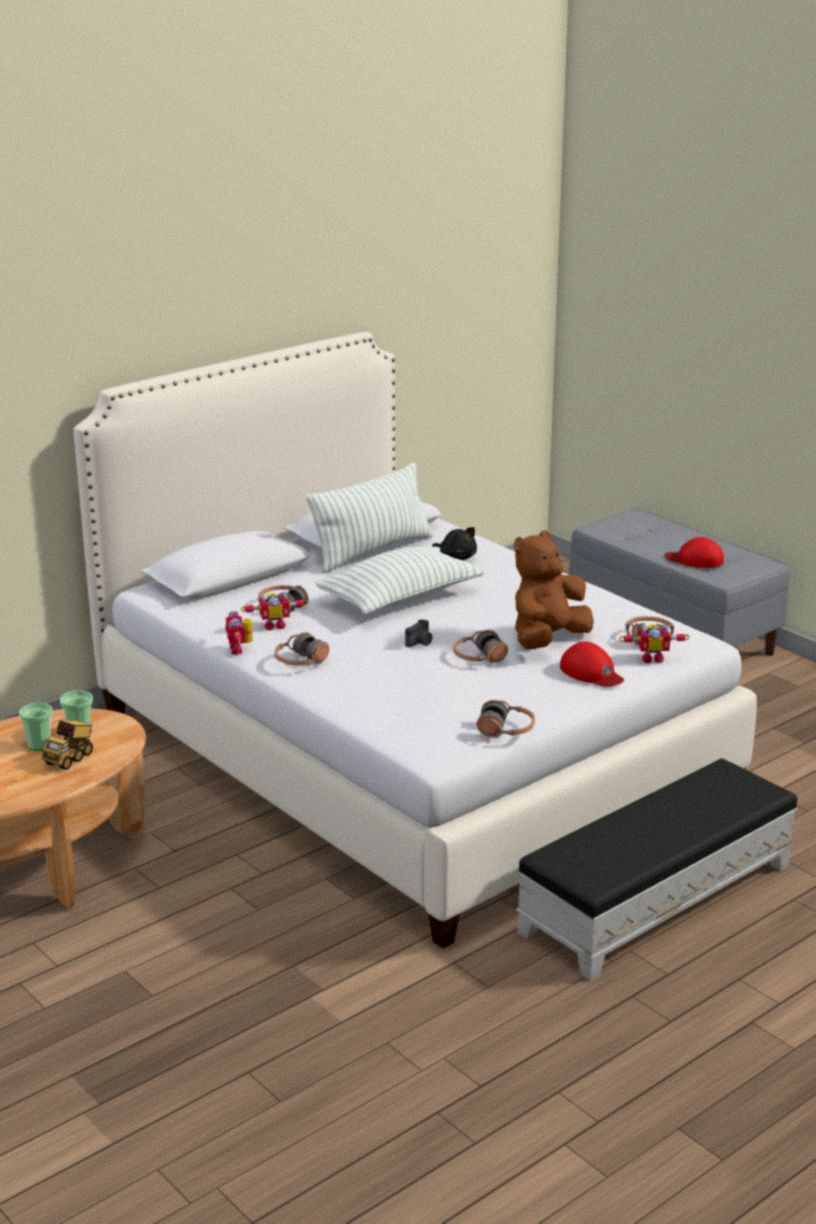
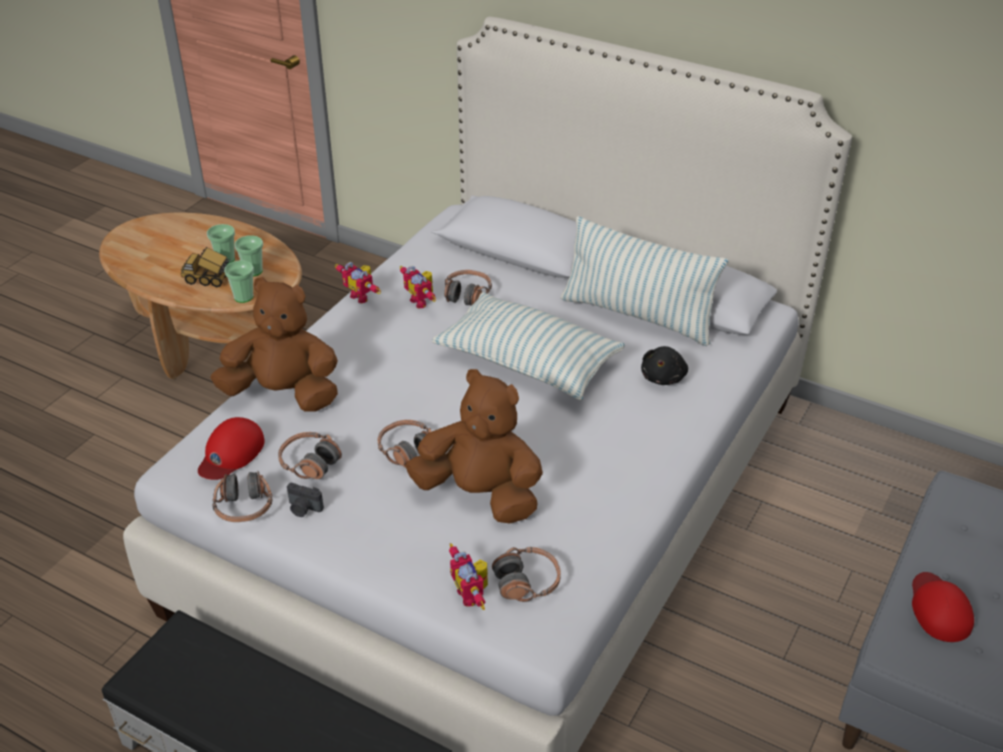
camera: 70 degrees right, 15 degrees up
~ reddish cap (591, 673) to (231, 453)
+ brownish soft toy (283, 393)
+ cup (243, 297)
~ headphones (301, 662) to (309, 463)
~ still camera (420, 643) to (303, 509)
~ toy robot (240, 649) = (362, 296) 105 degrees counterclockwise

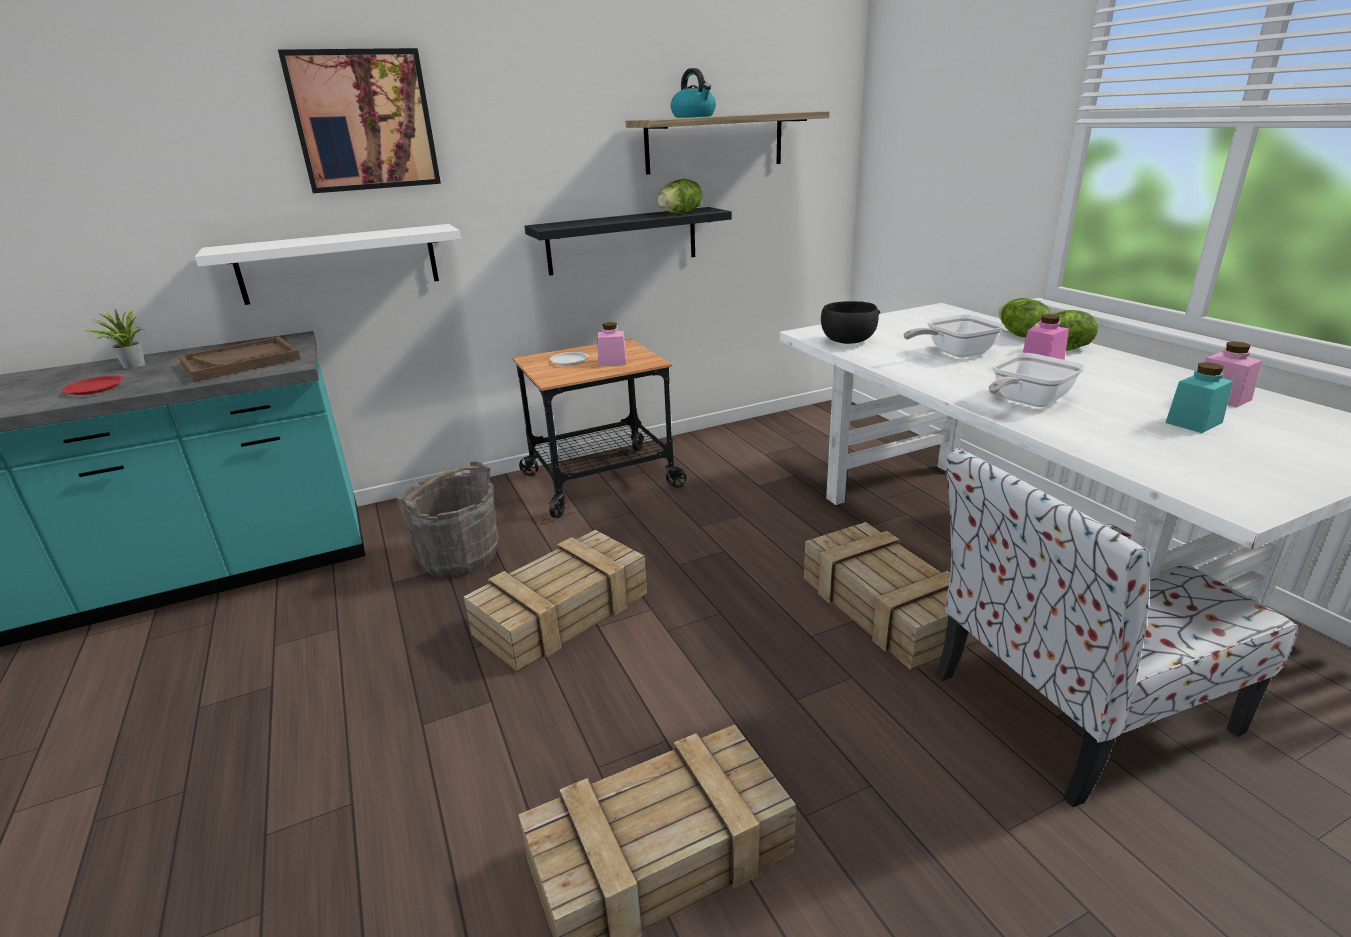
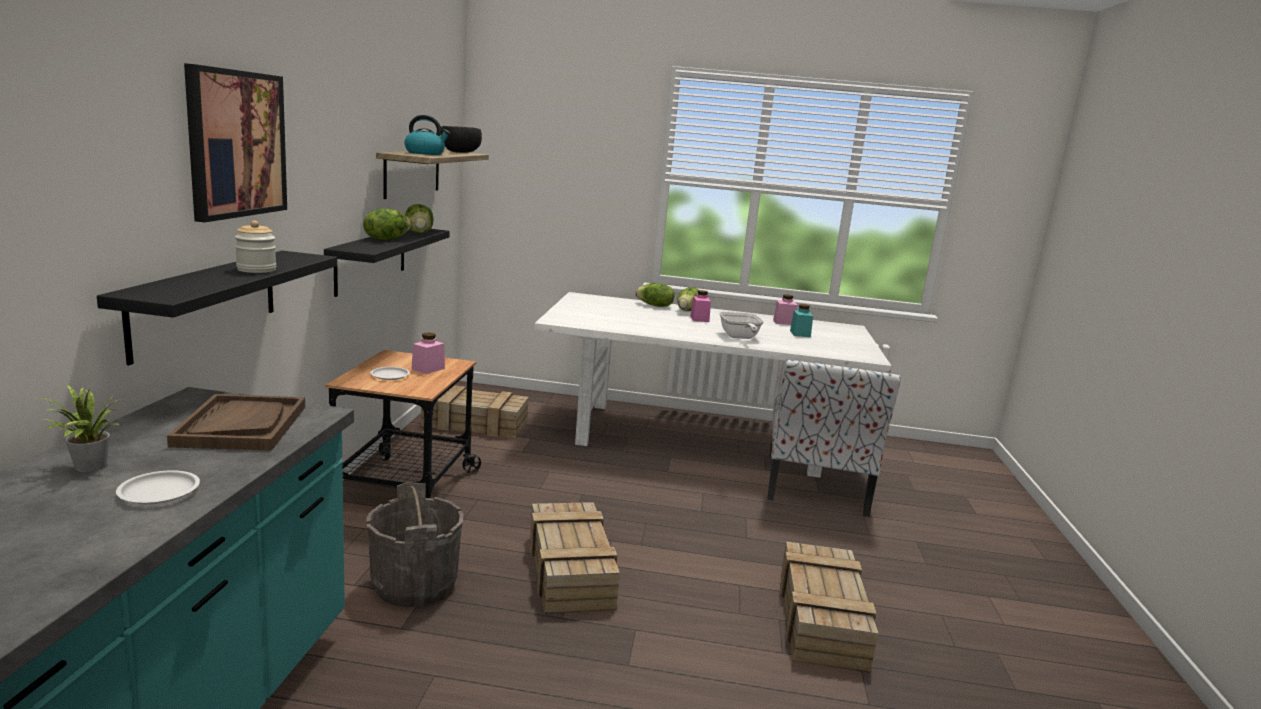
camera: 60 degrees left, 10 degrees down
~ whitish bracket shelf (339, 263) to black bracket shelf (206, 302)
~ reddish plate (95, 388) to whitish plate (158, 492)
+ preserve jar (256, 270)
+ head of lettuce (387, 239)
~ shipping crate (881, 606) to (473, 424)
~ black bowl (848, 341) to (461, 152)
- frying pan (954, 353)

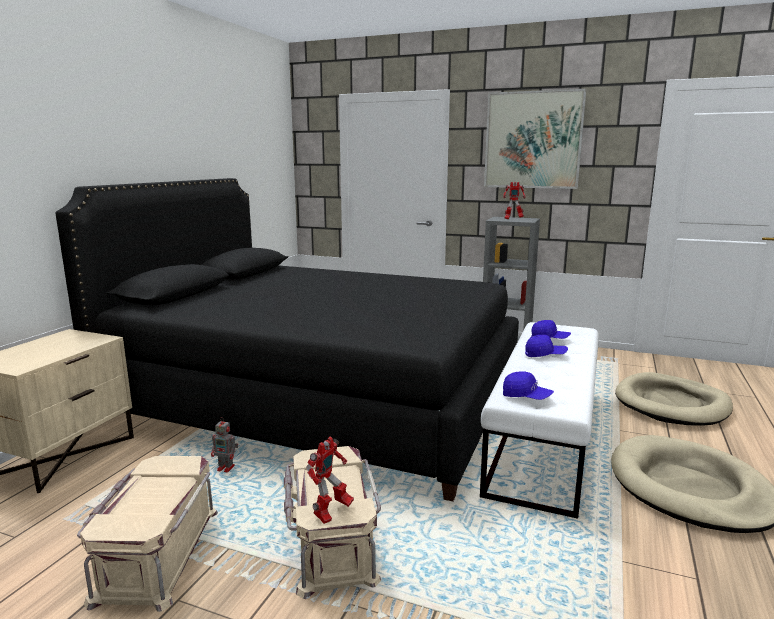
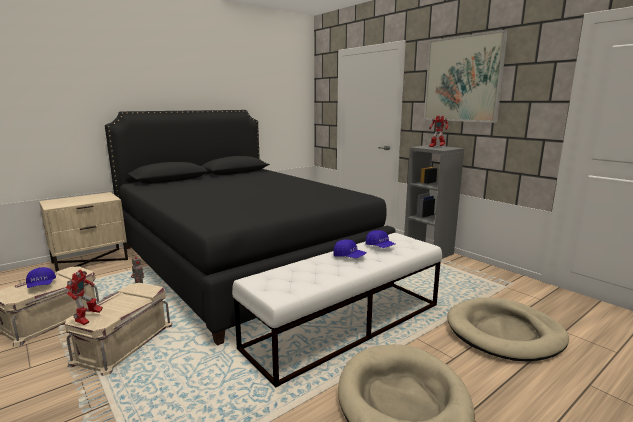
camera: 30 degrees right, 0 degrees up
~ blue-coloured cap (526, 397) to (41, 285)
~ toy robot (331, 513) = (88, 319) 60 degrees counterclockwise

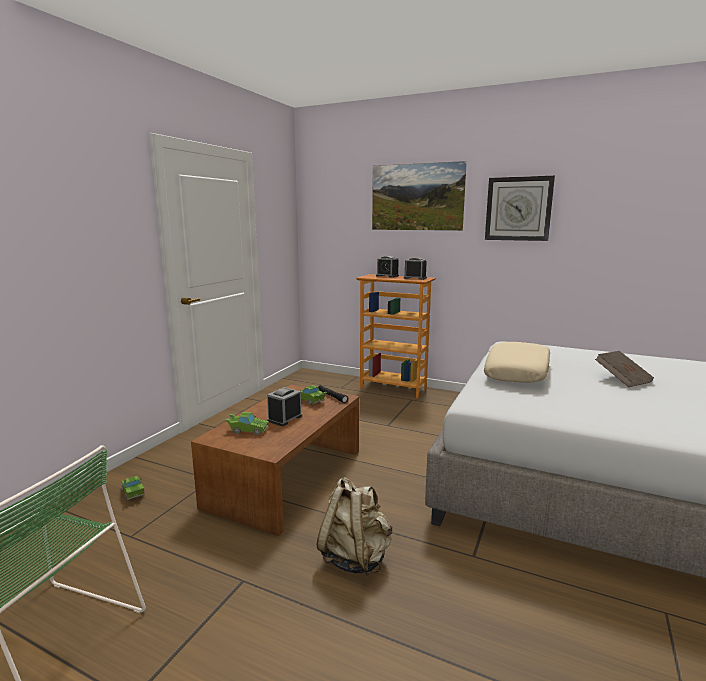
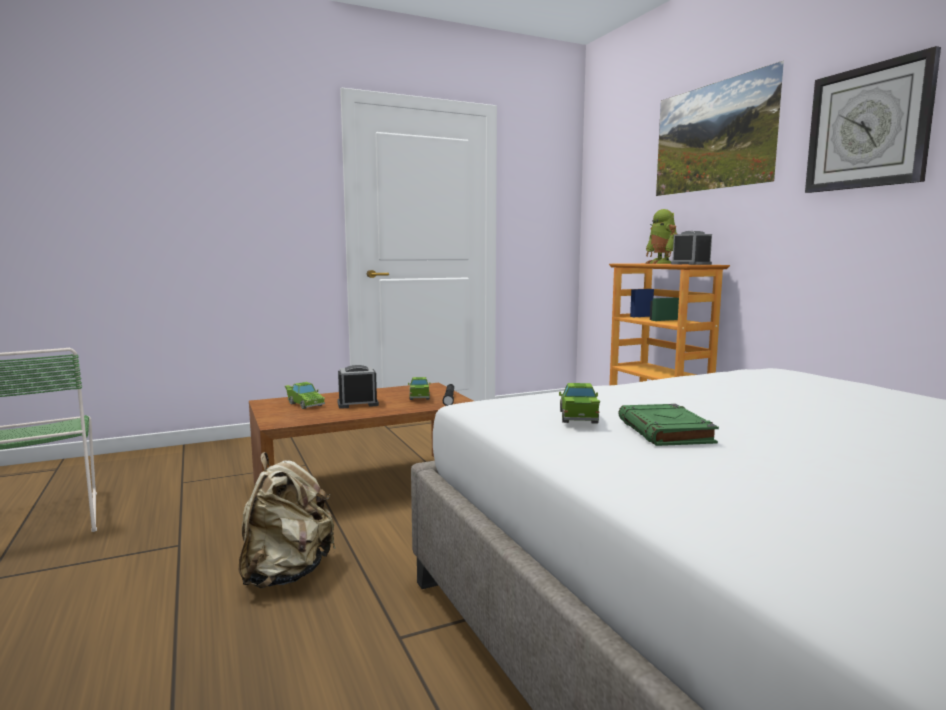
camera: 40 degrees right, 5 degrees down
~ green-coloured model car (133, 493) to (578, 418)
+ green-coloured volume (666, 432)
~ bedside clock (387, 276) to toy robot (661, 263)
- beige pillow (518, 372)
- brownish volume (622, 379)

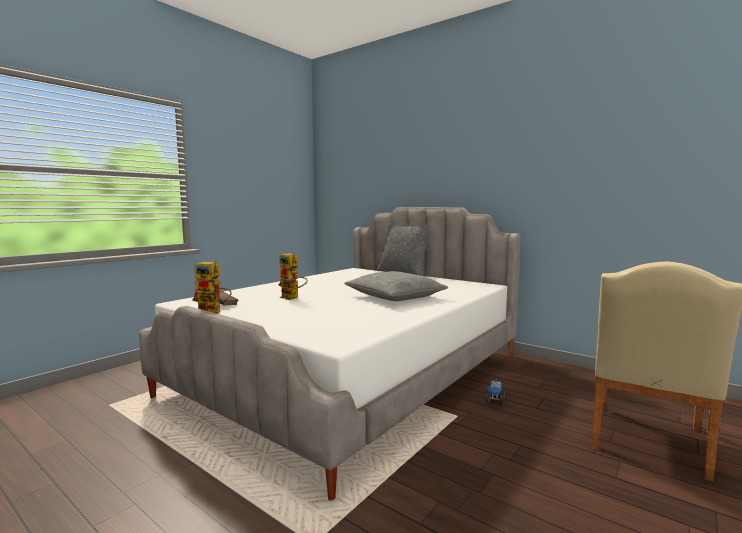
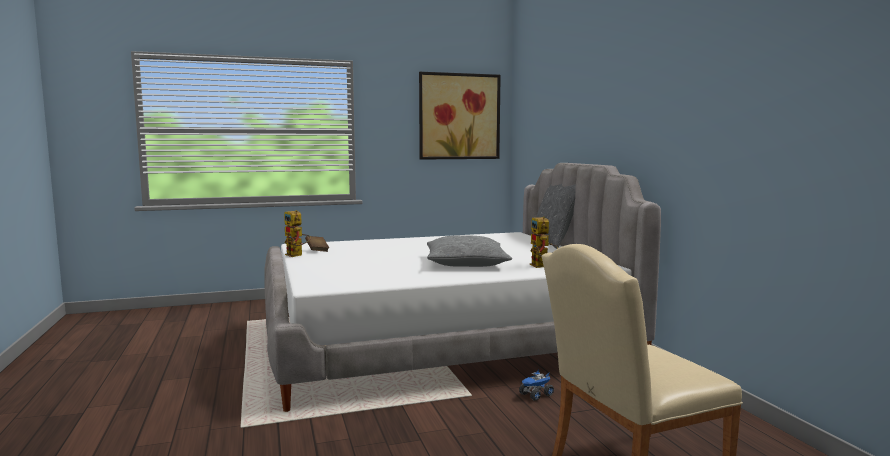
camera: 35 degrees right, 0 degrees up
+ wall art (459, 116)
~ toy robot (293, 298) to (542, 266)

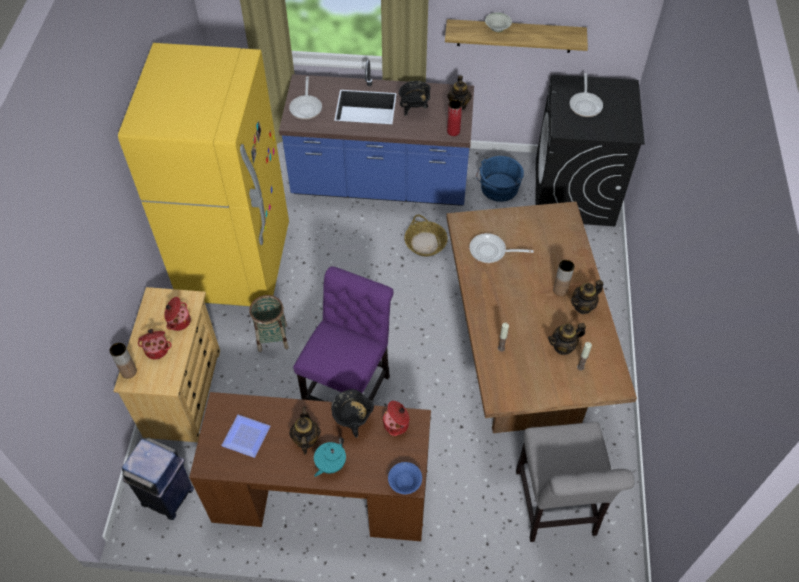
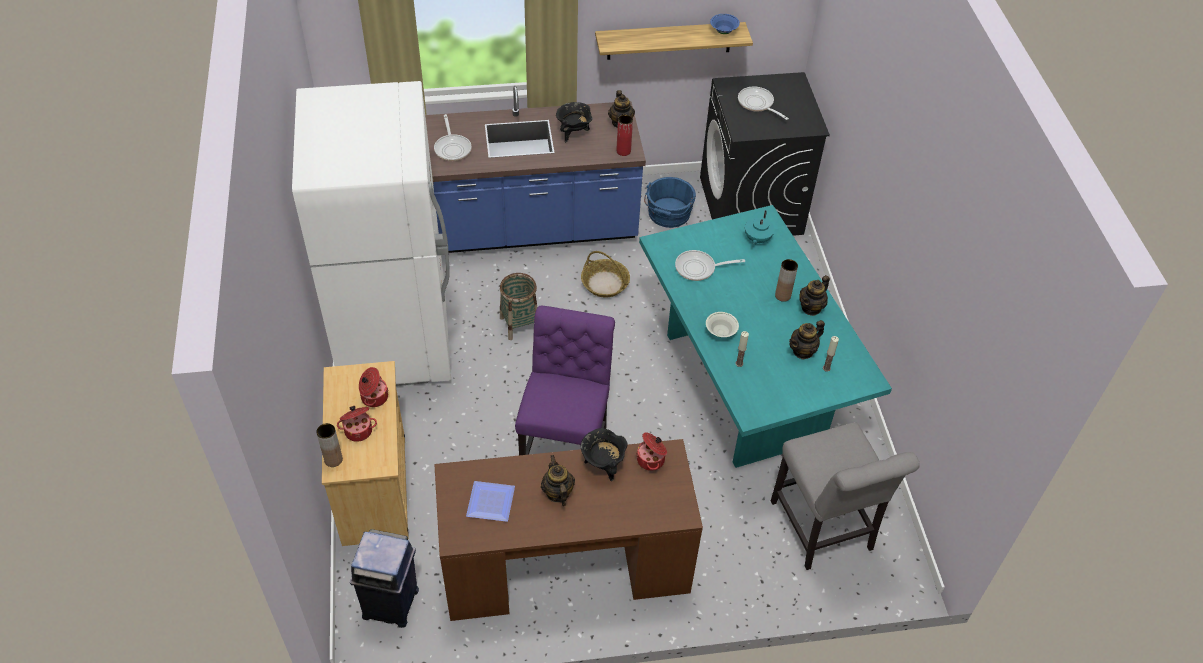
camera: 15 degrees left, 5 degrees down
~ yellow-coloured kitchen fridge (236, 263) to whitish kitchen fridge (395, 339)
~ storage basket (272, 337) to (519, 324)
~ brownish dining table (522, 359) to turquoise-coloured dining table (745, 386)
~ whitish bowl (497, 29) to (720, 332)
~ blue-coloured bowl (405, 483) to (723, 31)
~ frying pan (585, 105) = (757, 104) 150 degrees clockwise
~ turquoise-coloured teapot (330, 464) to (757, 239)

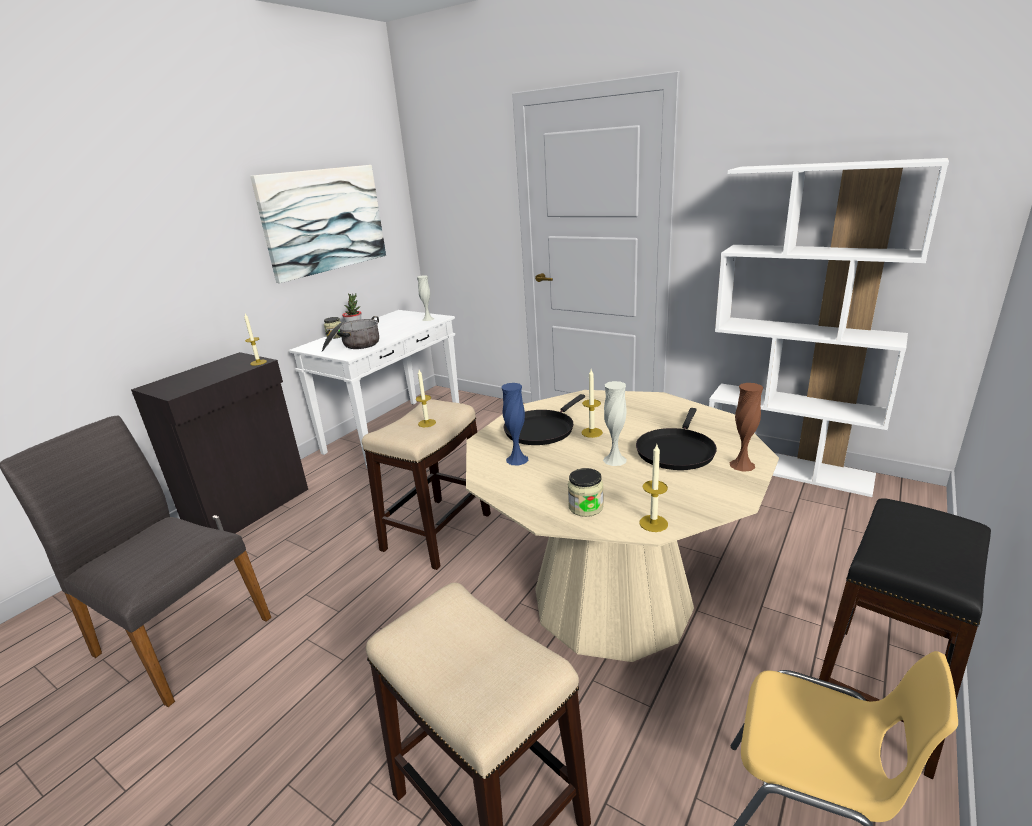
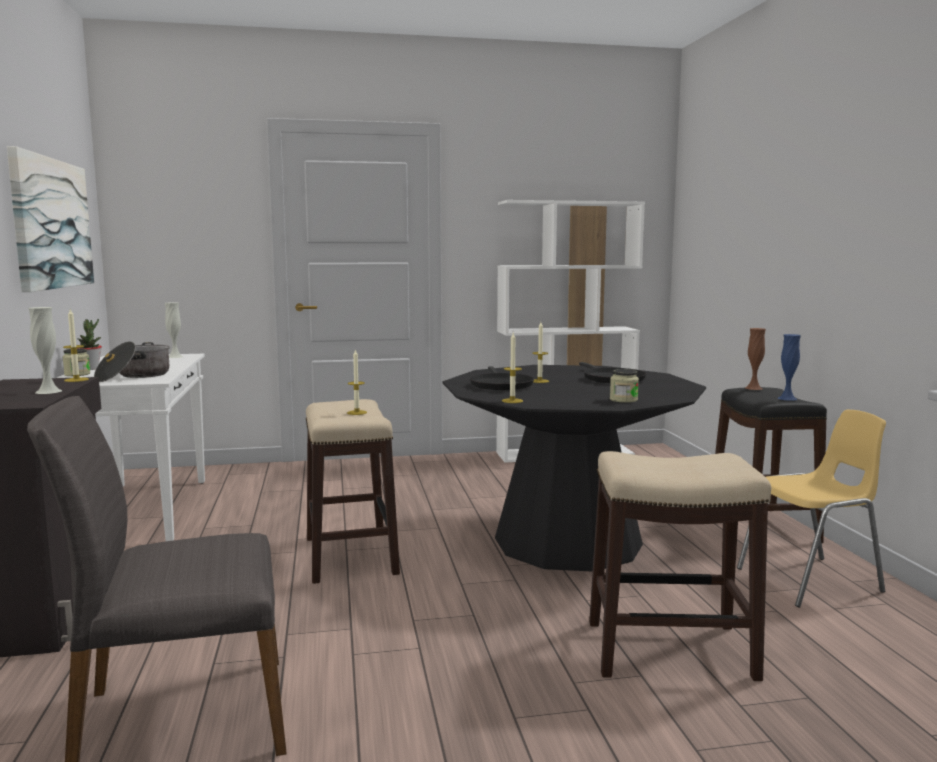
camera: 45 degrees left, 15 degrees down
~ whitish flower vase (614, 460) to (48, 391)
~ beige dining table (611, 598) to black dining table (567, 541)
~ candle (653, 523) to (512, 401)
~ brownish flower vase (742, 465) to (753, 388)
~ blue-coloured flower vase (517, 459) to (787, 398)

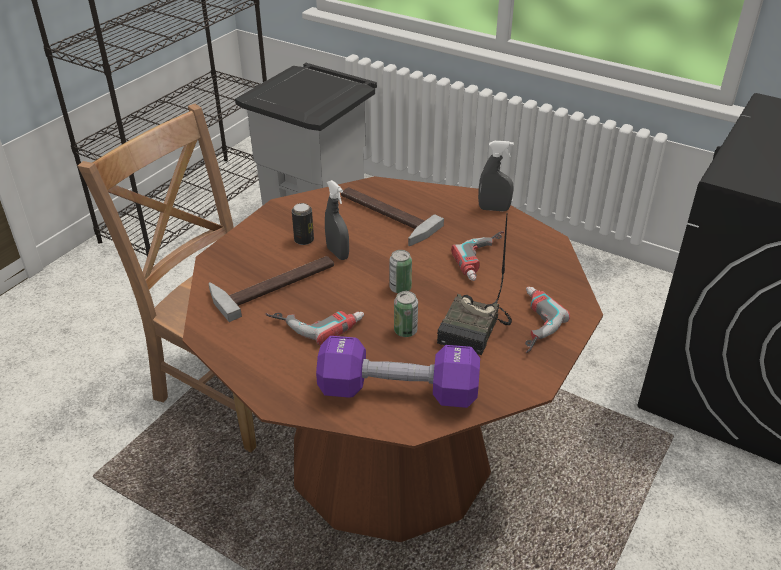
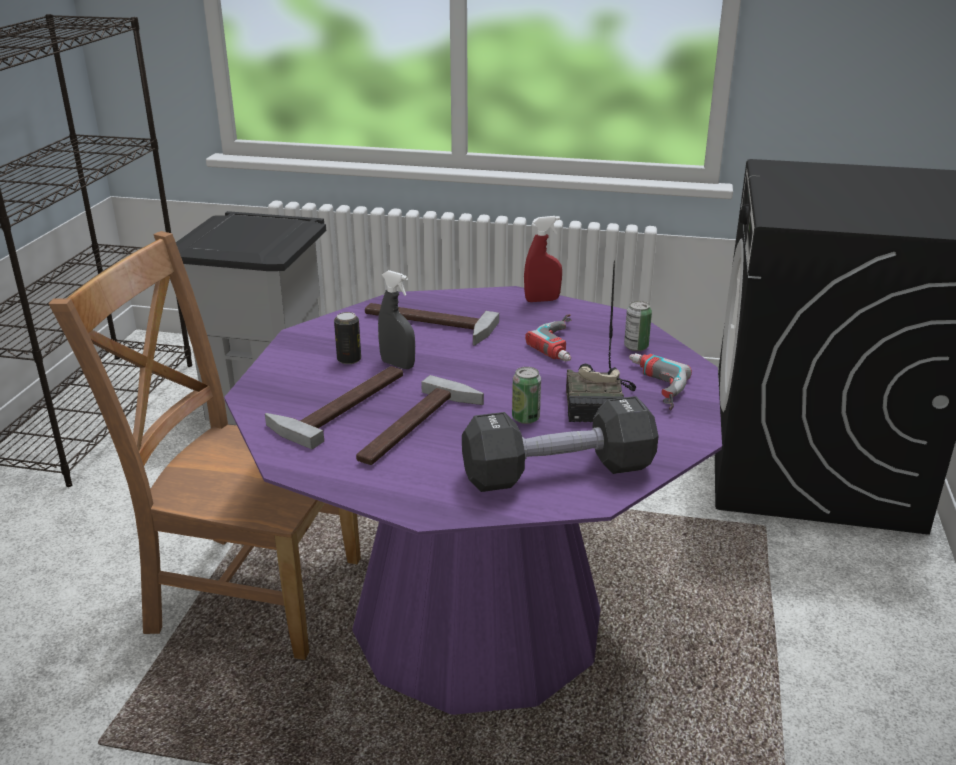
camera: 20 degrees left, 10 degrees down
~ brownish dining table (390, 456) to purplish dining table (477, 620)
~ power drill (316, 320) to hammer (417, 428)
~ purplish hand weight (398, 392) to black hand weight (558, 473)
~ gray spray bottle (494, 209) to reddish spray bottle (542, 300)
~ sealed can (400, 288) to (636, 347)

